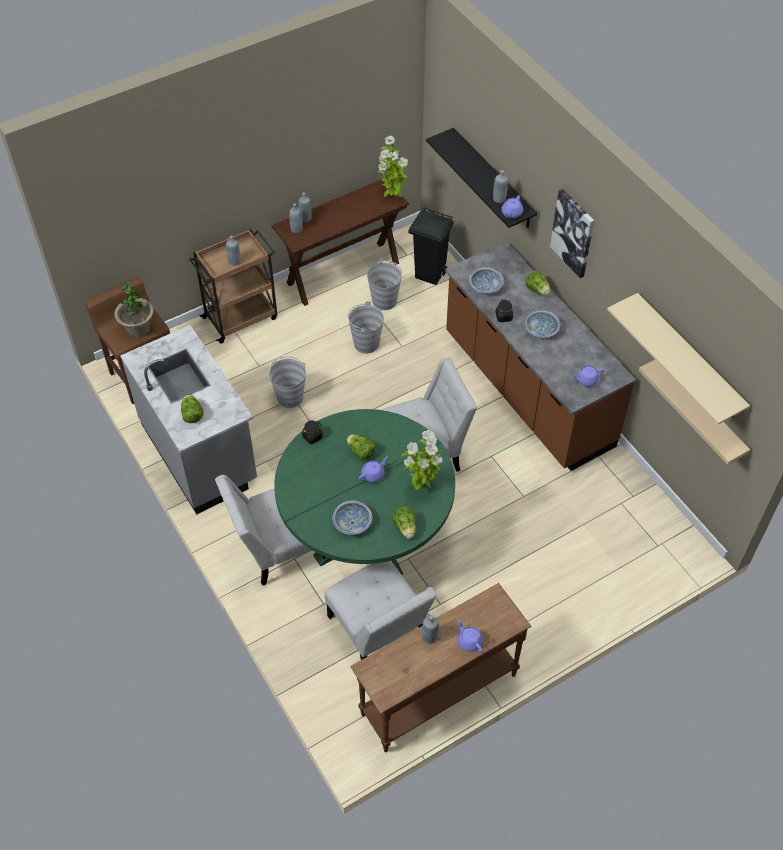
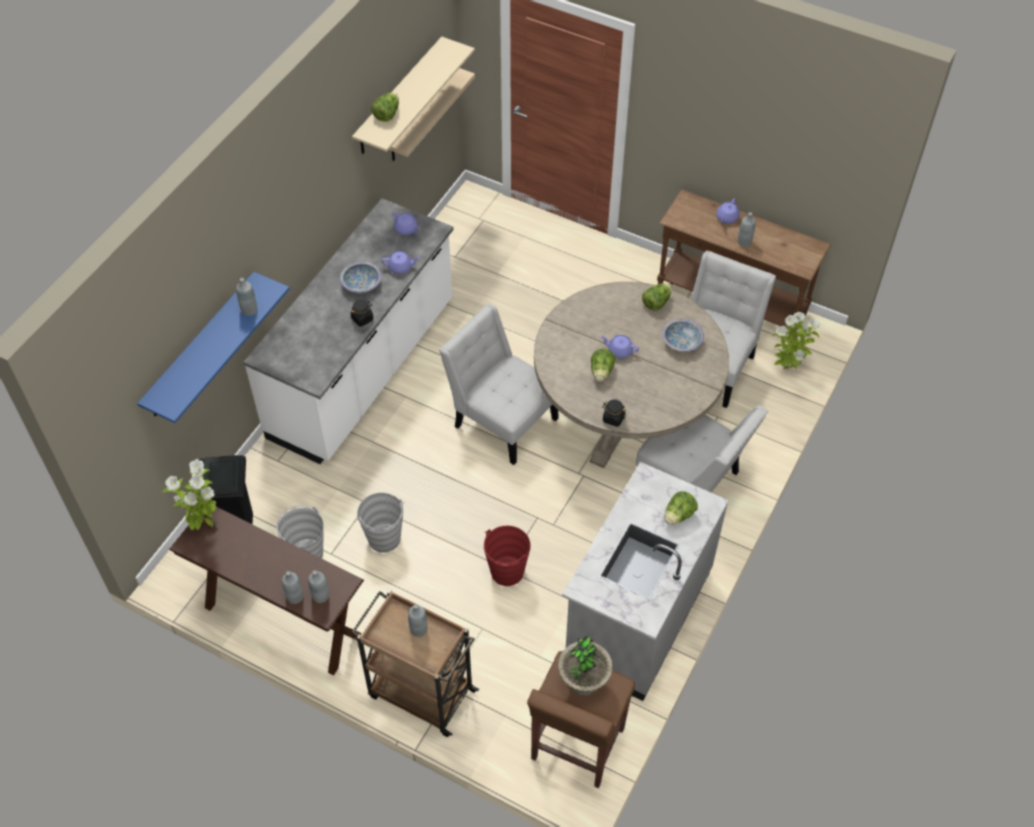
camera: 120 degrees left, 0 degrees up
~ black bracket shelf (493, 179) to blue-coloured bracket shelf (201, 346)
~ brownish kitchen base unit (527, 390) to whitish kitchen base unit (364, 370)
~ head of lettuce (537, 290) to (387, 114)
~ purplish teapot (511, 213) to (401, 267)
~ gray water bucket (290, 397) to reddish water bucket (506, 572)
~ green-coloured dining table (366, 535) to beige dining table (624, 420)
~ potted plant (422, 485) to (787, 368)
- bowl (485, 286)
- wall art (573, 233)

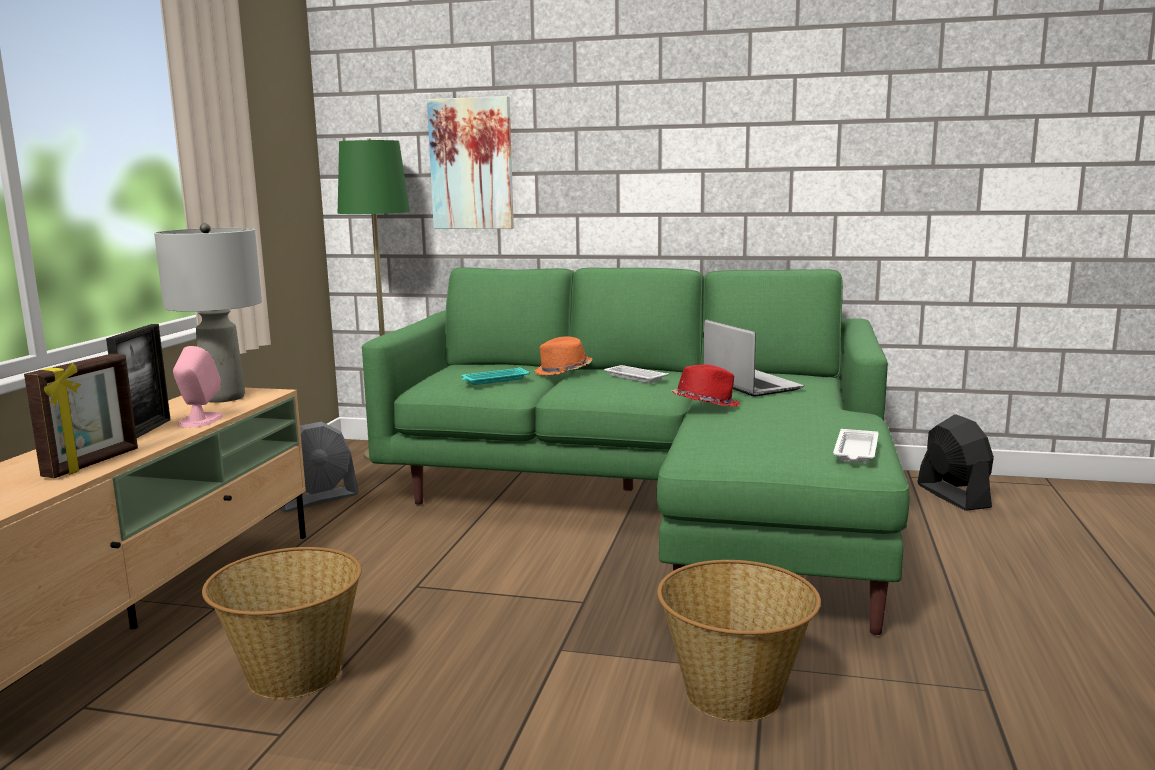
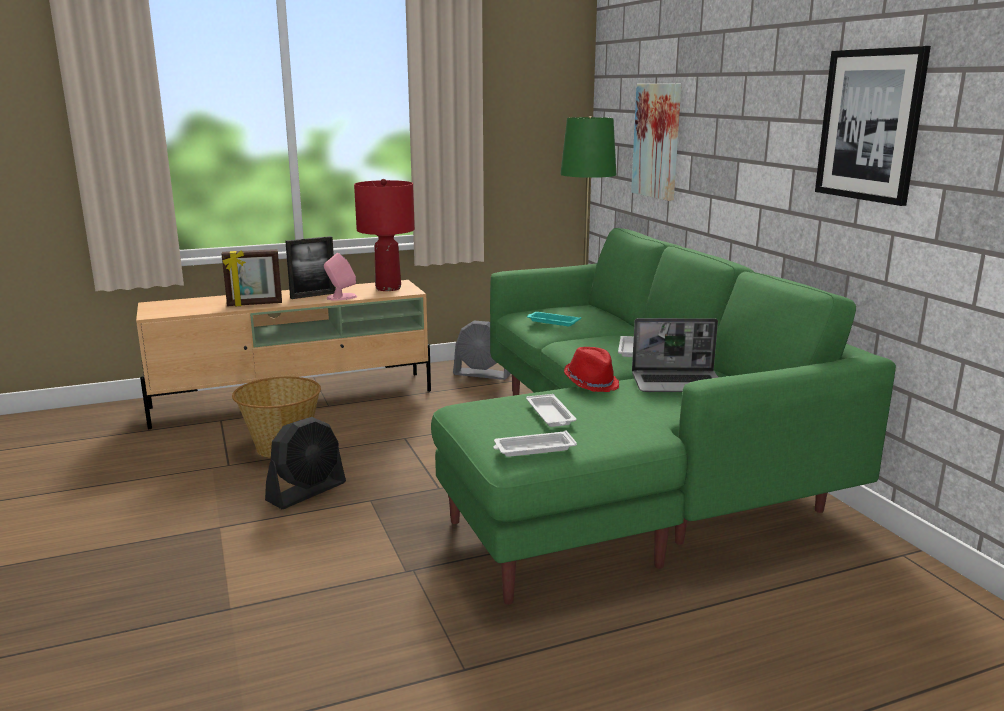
camera: 55 degrees right, 5 degrees up
~ black electric fan (953, 496) to (307, 492)
~ gray table lamp (224, 397) to reddish table lamp (388, 288)
+ whitish carrying tray (550, 415)
~ portable computer (749, 384) = (678, 383) 60 degrees clockwise
+ wall art (870, 125)
- orange-coloured hat (563, 372)
- storage basket (735, 695)

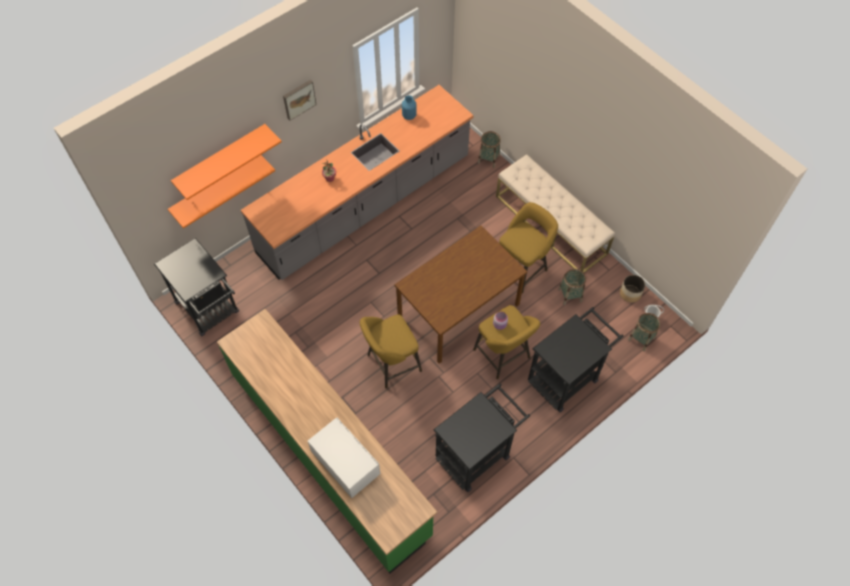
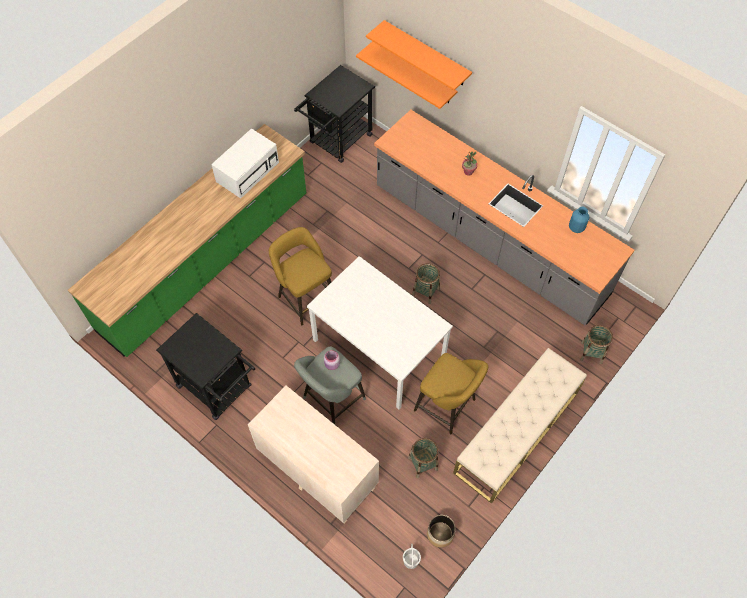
camera: 80 degrees right, 0 degrees up
~ whitish kitchen microwave (344, 462) to (248, 171)
~ black wheeled cart (567, 376) to beige dresser (317, 469)
~ yellow-coloured stool seat (503, 356) to gray stool seat (331, 401)
~ brownish dining table (459, 310) to whitish dining table (379, 349)
~ storage basket (641, 339) to (425, 291)
- wall art (298, 99)

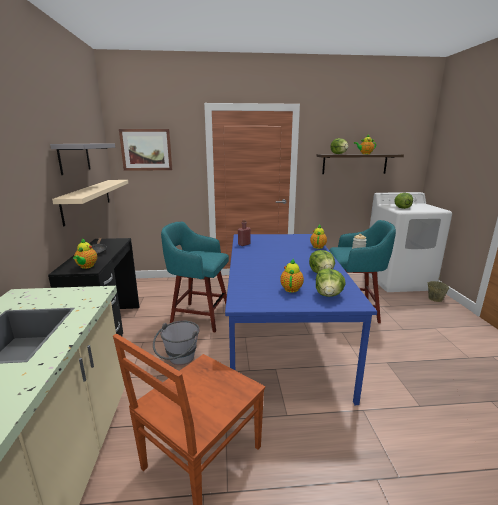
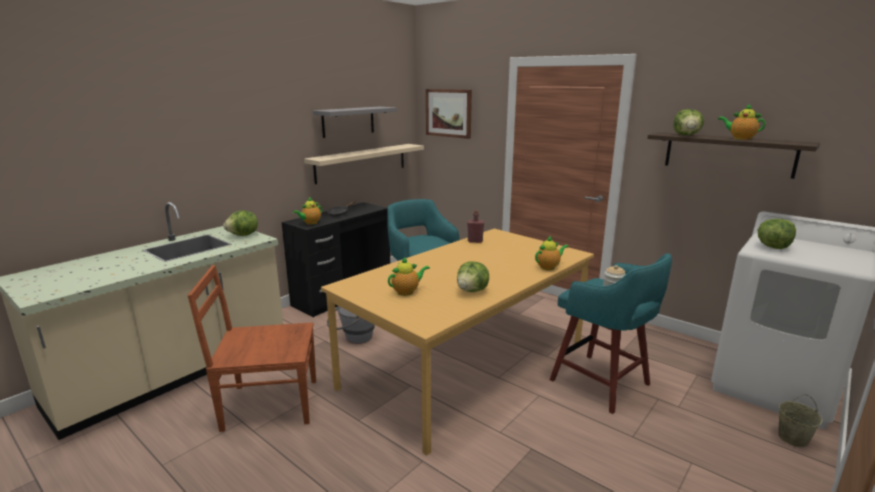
camera: 45 degrees right, 0 degrees up
~ head of lettuce (328, 295) to (243, 235)
~ blue-coloured dining table (282, 336) to orange-coloured dining table (467, 365)

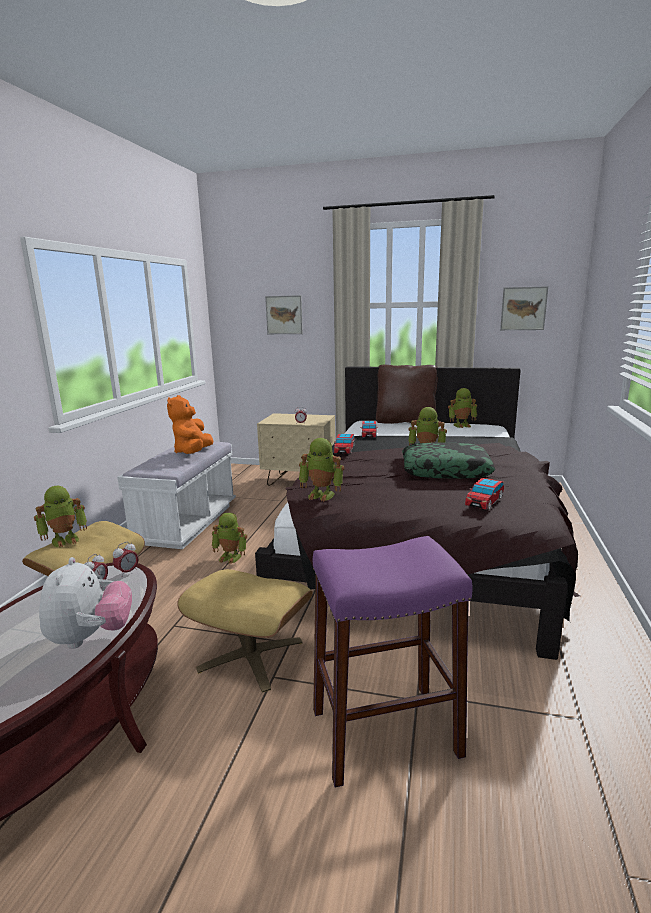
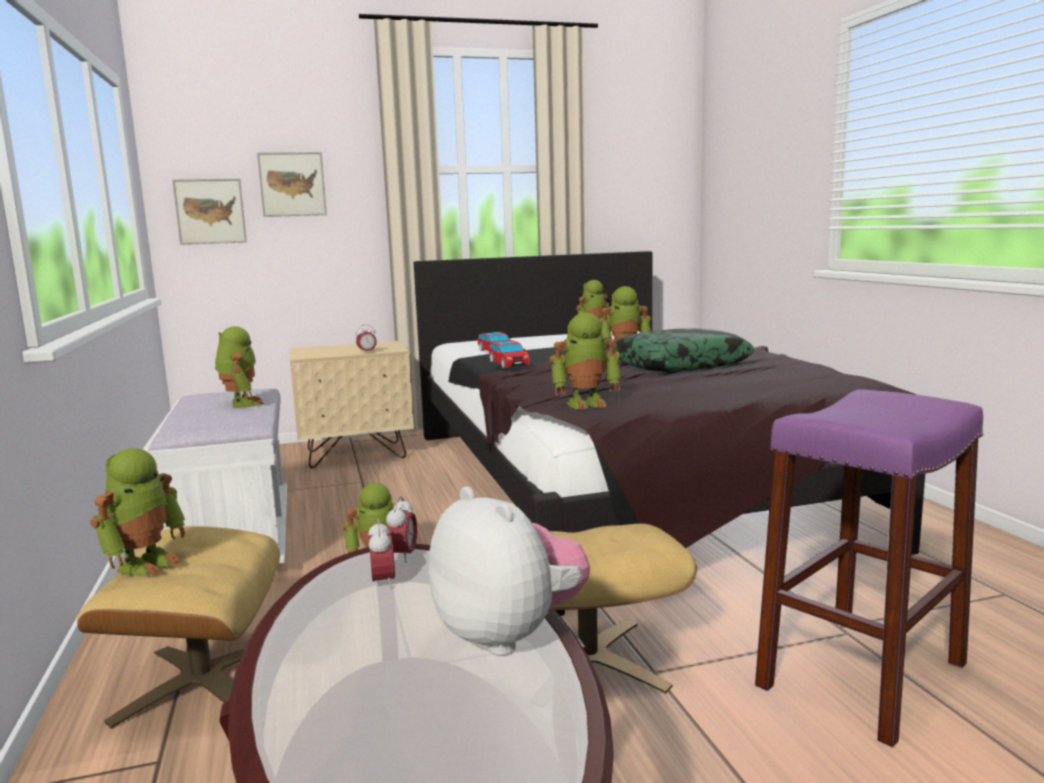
camera: 30 degrees left, 5 degrees down
~ wall art (523, 308) to (210, 211)
~ orange-coloured soft toy (193, 452) to toy robot (241, 404)
- brownish pillow (405, 421)
- model car (484, 501)

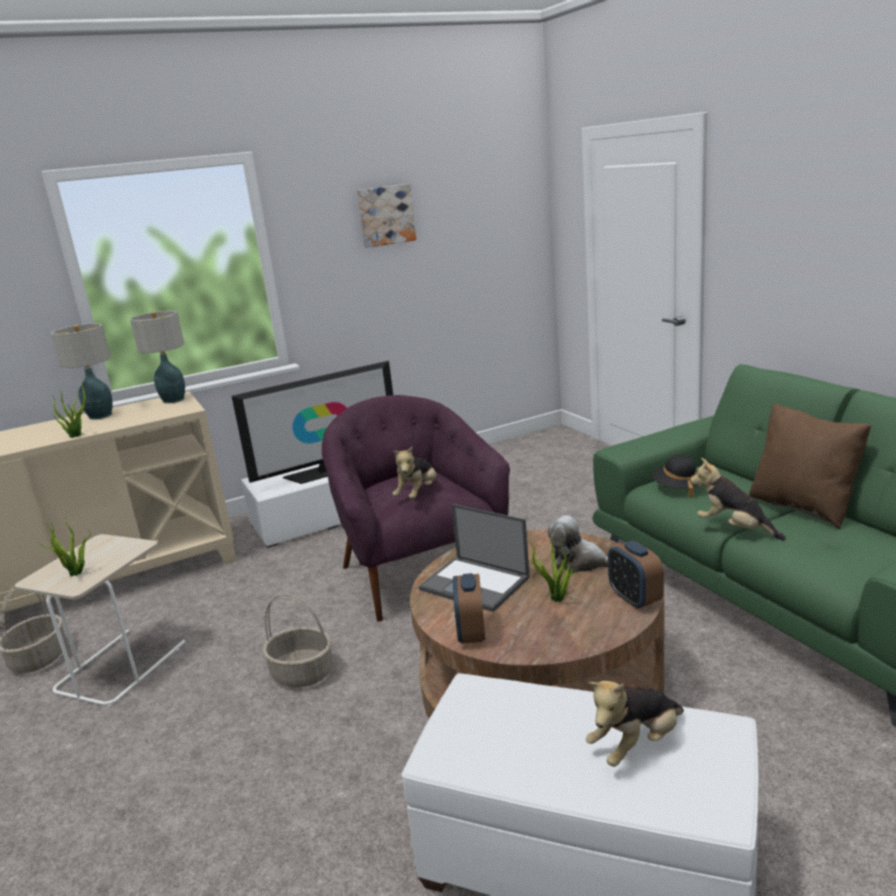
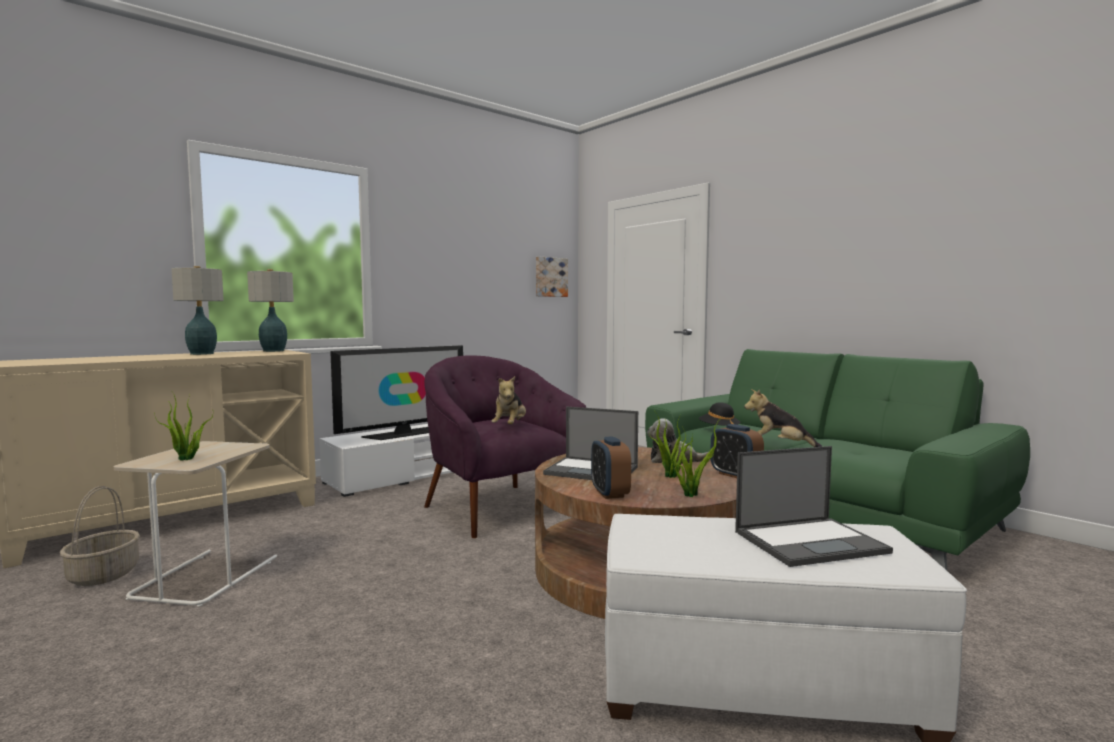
camera: 15 degrees left, 15 degrees down
~ wall art (386, 215) to (550, 277)
~ potted plant (77, 435) to (691, 494)
~ soft toy (636, 745) to portable computer (811, 541)
- storage basket (303, 673)
- brownish pillow (803, 507)

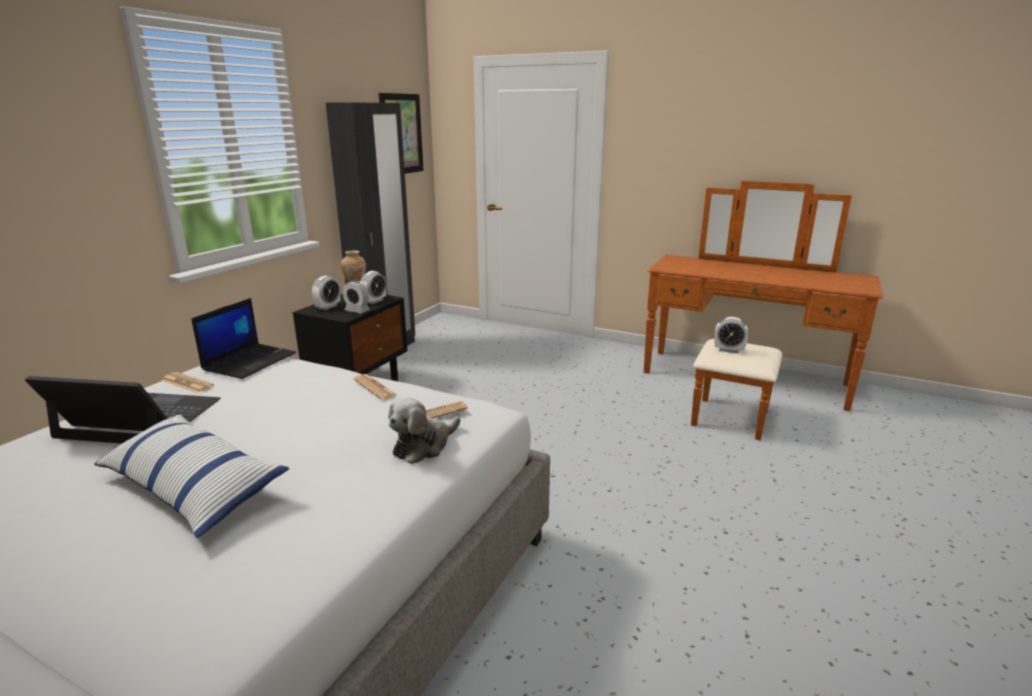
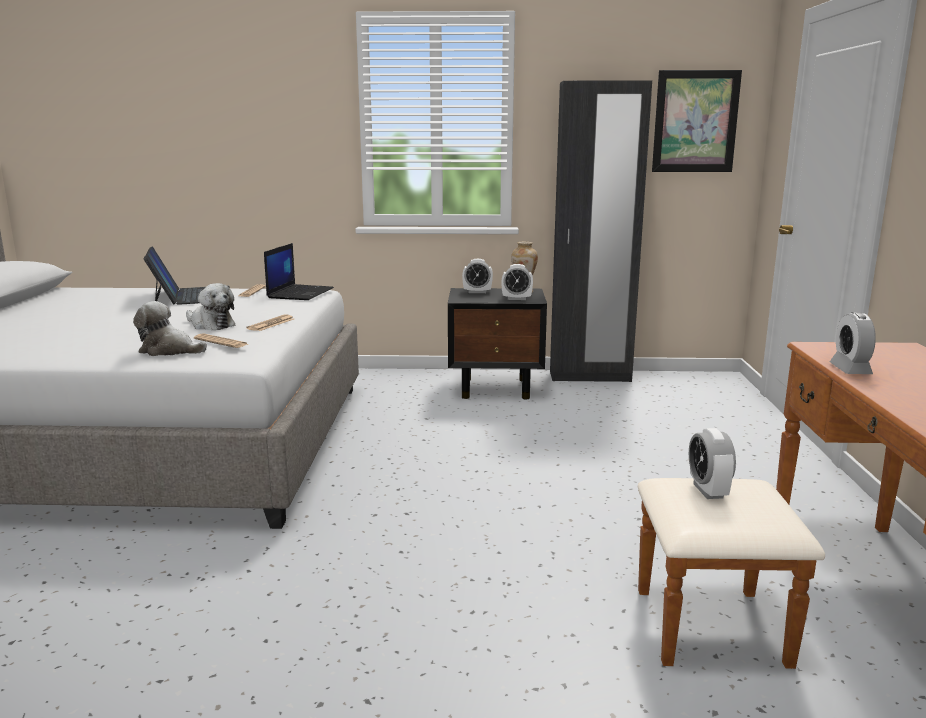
camera: 65 degrees right, 5 degrees down
+ soft toy (210, 325)
~ portable computer (250, 361) = (300, 293) 75 degrees counterclockwise
~ bedside clock (357, 311) to (850, 369)
- pillow (192, 487)

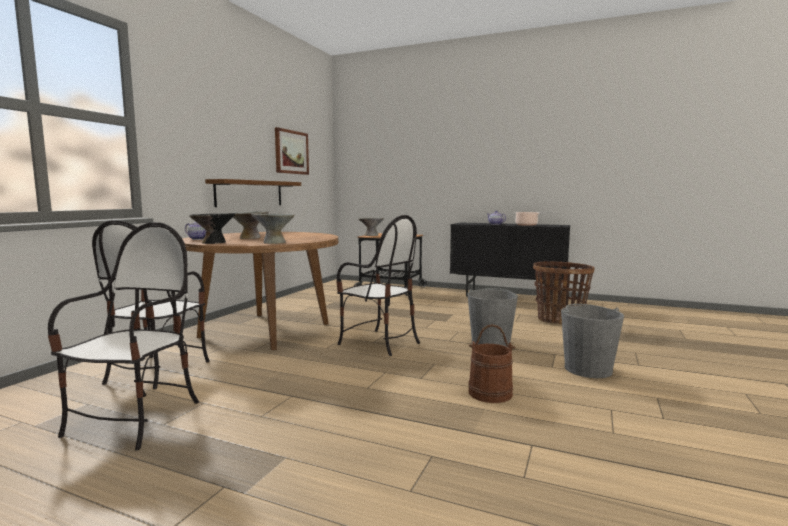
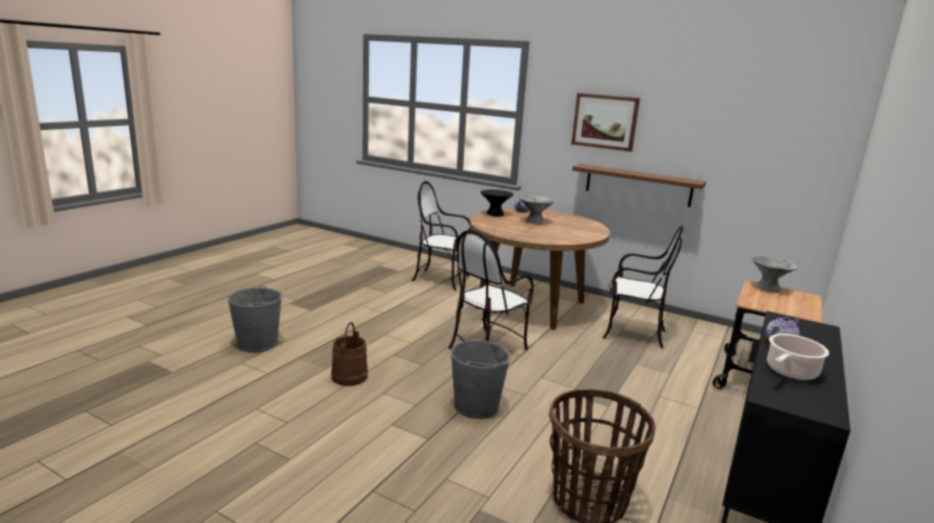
camera: 95 degrees right, 10 degrees up
~ gray water bucket (588, 369) to (258, 343)
~ wall art (291, 152) to (604, 121)
~ chair (136, 420) to (633, 333)
- gray bowl (274, 242)

